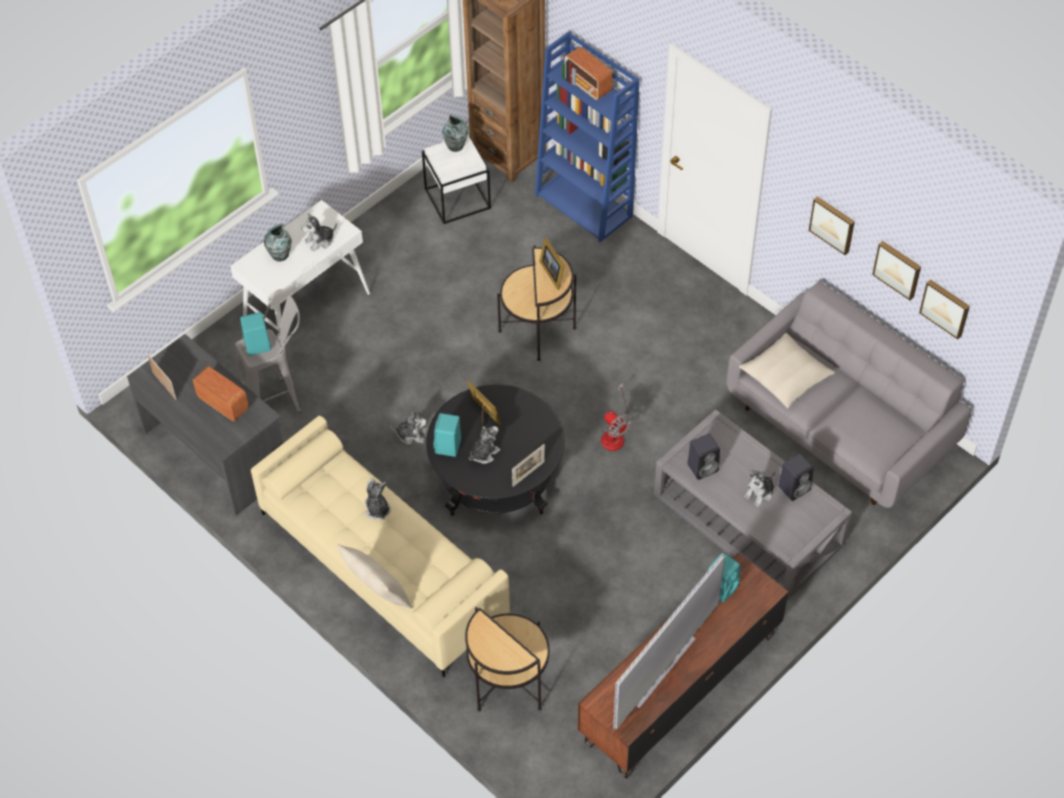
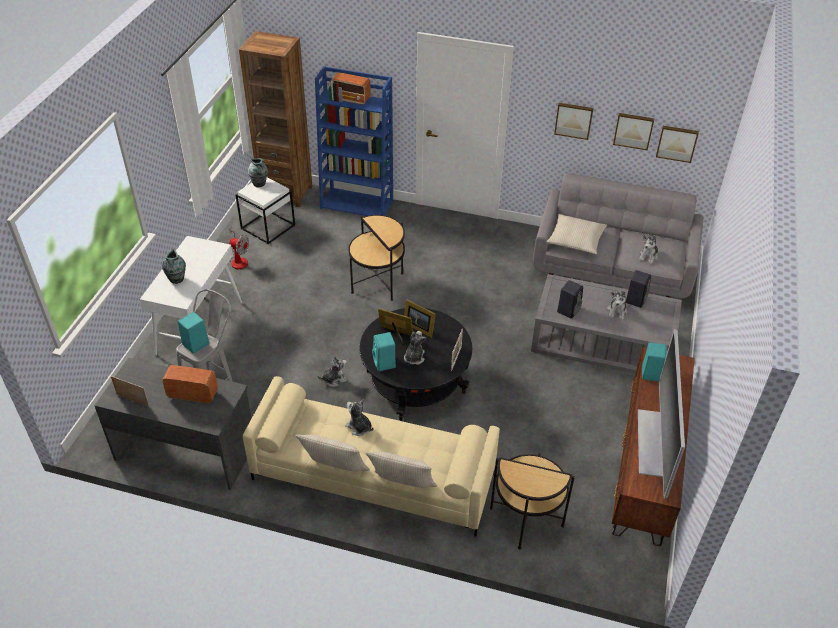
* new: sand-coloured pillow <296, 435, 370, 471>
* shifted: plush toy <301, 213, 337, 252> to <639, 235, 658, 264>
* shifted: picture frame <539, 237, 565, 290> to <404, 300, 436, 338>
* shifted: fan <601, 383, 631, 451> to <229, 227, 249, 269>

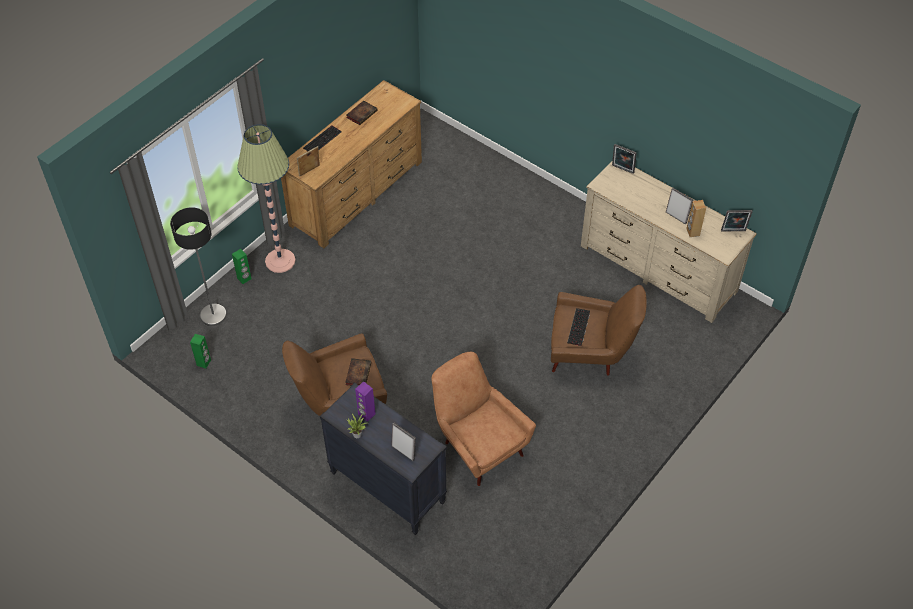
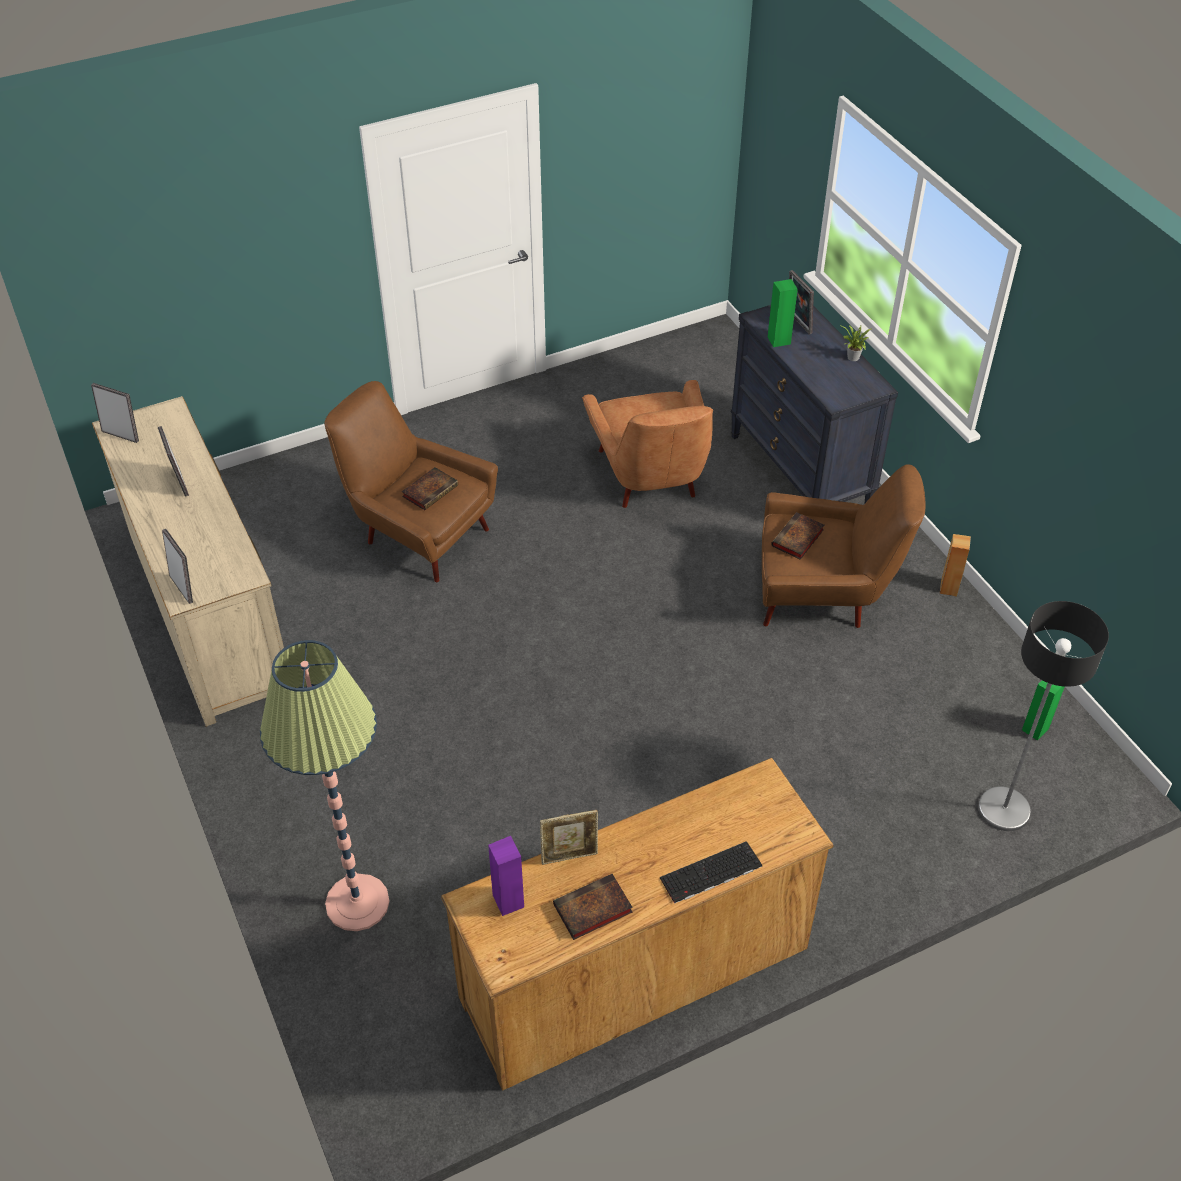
* shifted: green-coloured loudspeaker <232, 249, 252, 284> to <768, 279, 798, 347>
* shifted: standard lamp <237, 124, 295, 273> to <260, 640, 389, 931>
* shifted: picture frame <297, 146, 320, 177> to <540, 810, 598, 865>
* shifted: purple-coloured loudspeaker <355, 381, 376, 422> to <488, 836, 524, 916>
* shifted: brown-coloured loudspeaker <686, 200, 706, 237> to <940, 534, 971, 596>
* swapped: computer keyboard <567, 308, 590, 346> to volume <402, 467, 458, 510>

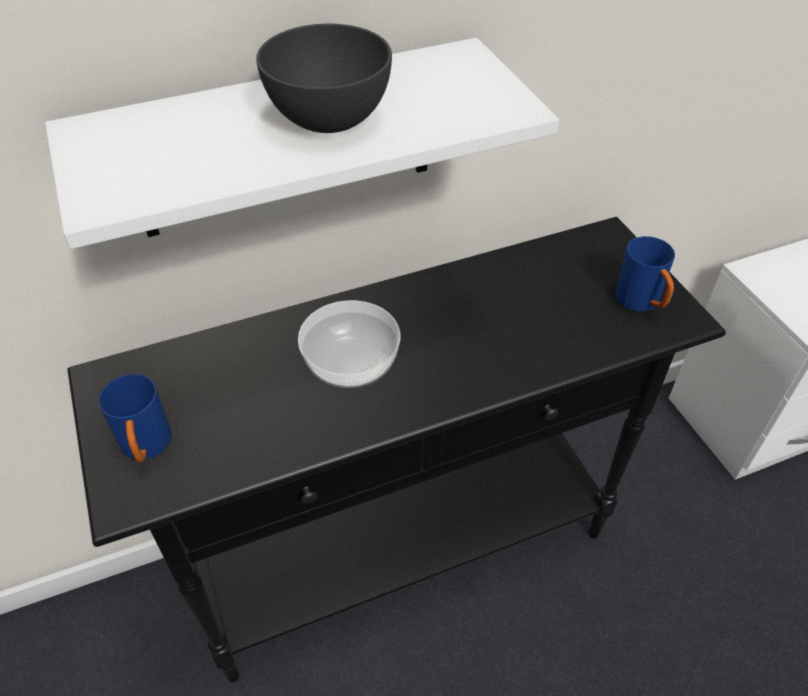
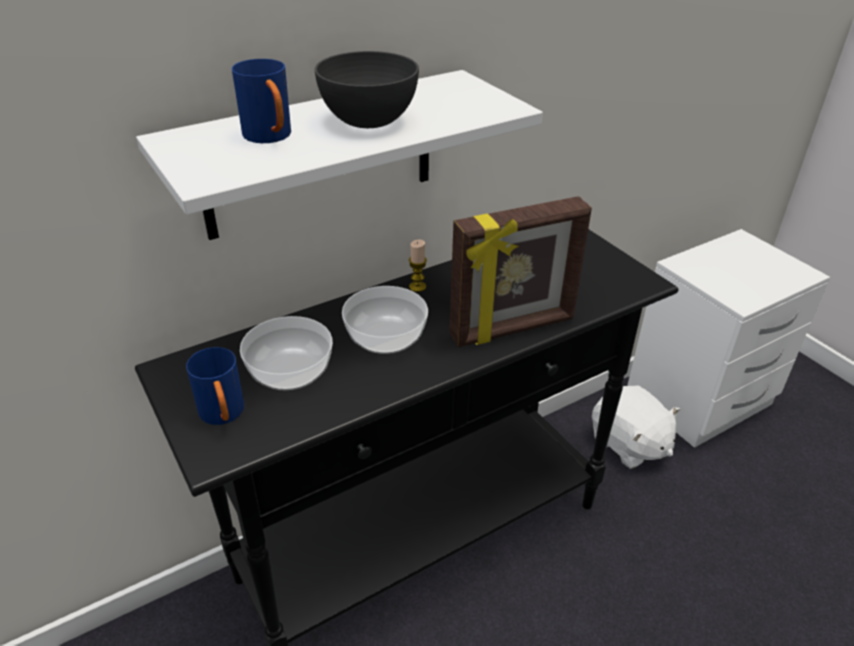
* new: deep dish <240, 316, 333, 390>
* new: wax light <409, 240, 427, 292>
* new: picture frame <449, 196, 592, 347>
* new: white plush toy <592, 386, 680, 469>
* shifted: blue coffee mug <615, 236, 675, 311> to <232, 59, 291, 143>

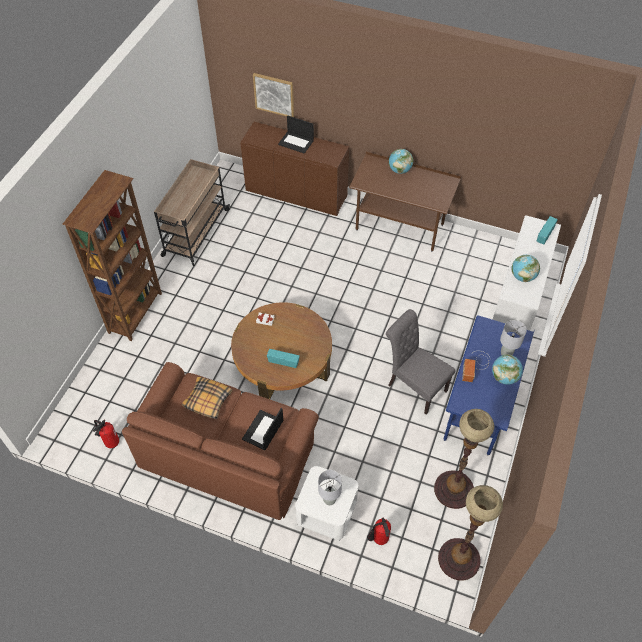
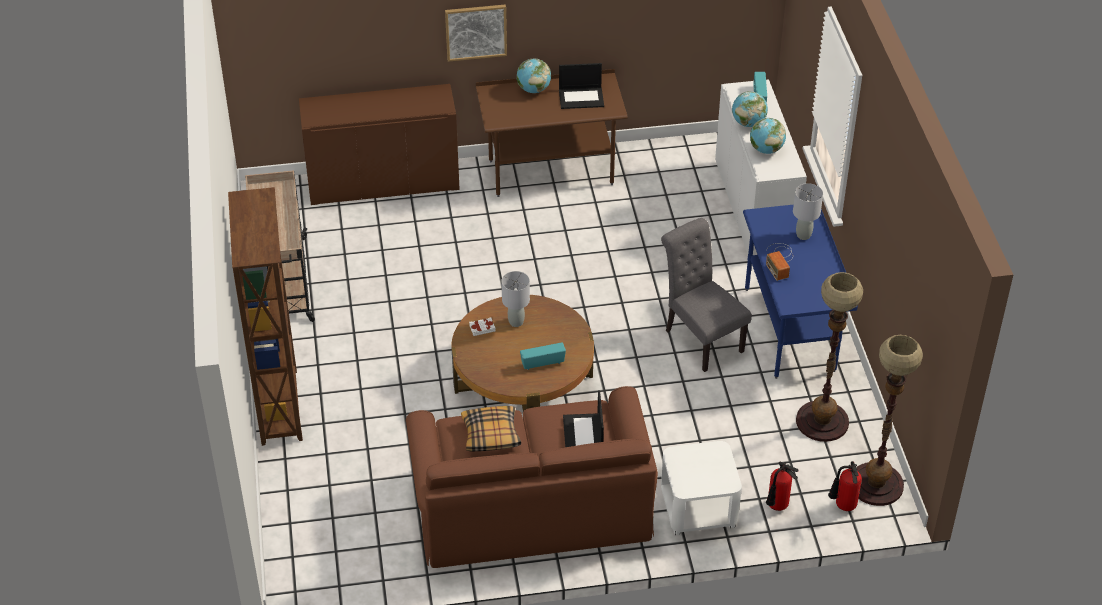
* shifted: fire extinguisher <93, 420, 119, 448> to <828, 461, 862, 511>
* shifted: wall art <253, 73, 294, 117> to <445, 5, 507, 62>
* shifted: laptop <278, 115, 314, 154> to <559, 63, 604, 109>
* shifted: grey table lamp <318, 470, 342, 505> to <501, 271, 530, 327>
* shifted: desk globe <492, 354, 523, 385> to <732, 91, 768, 127>
* rotated: grey chair <386, 309, 455, 415> = <661, 218, 752, 372> 45 degrees clockwise

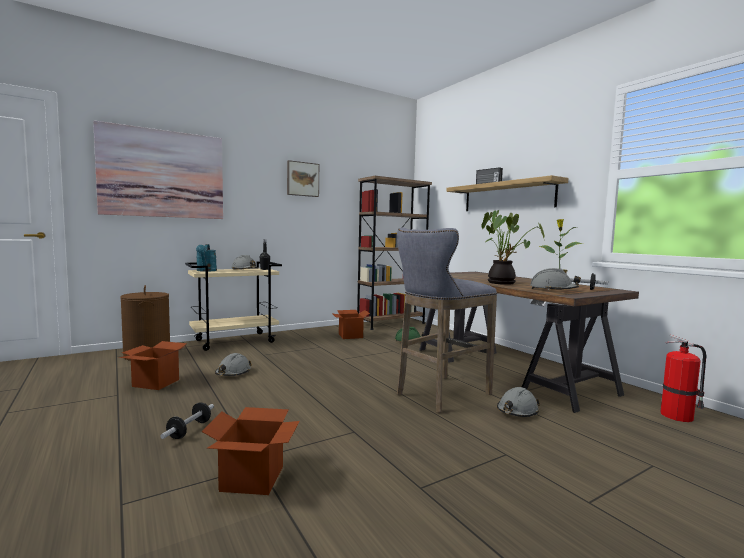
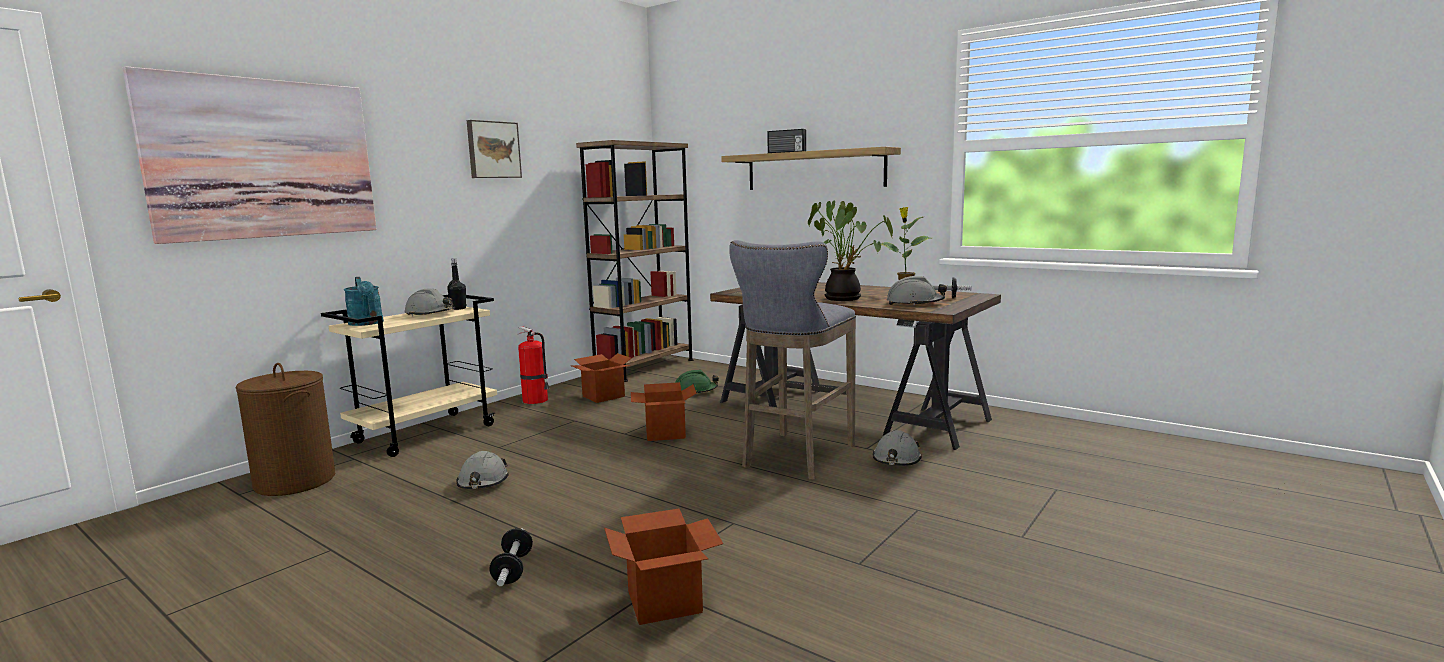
* shifted: carton <119, 341, 187, 390> to <631, 382, 697, 441>
* shifted: fire extinguisher <660, 335, 706, 422> to <517, 326, 549, 404>

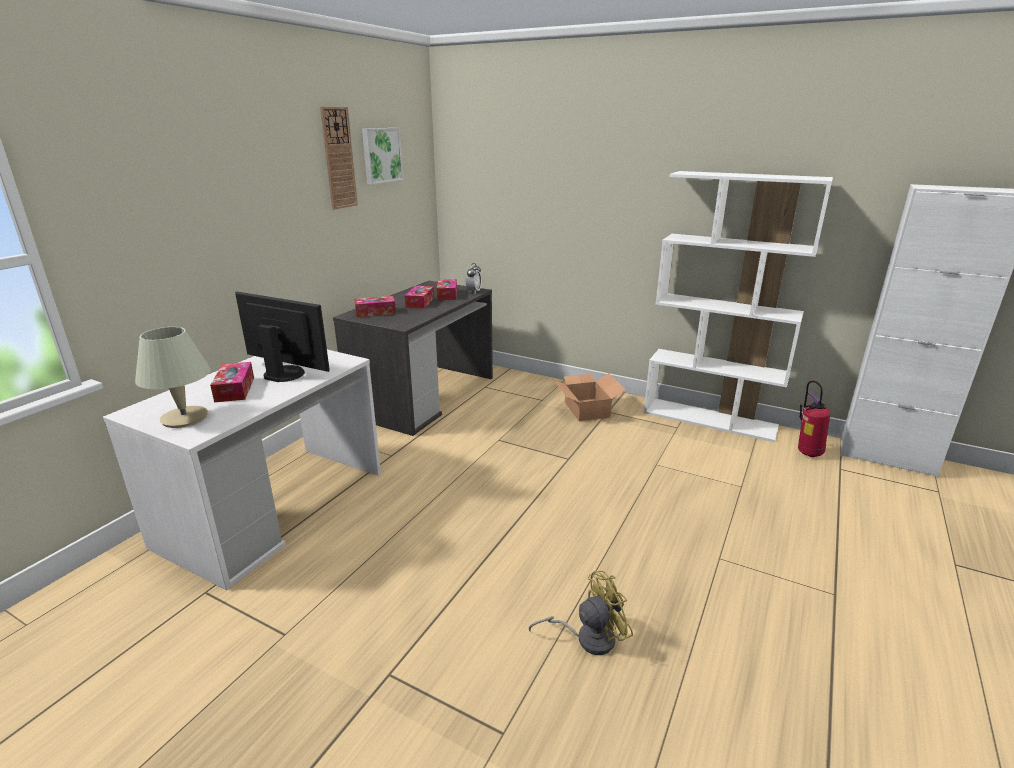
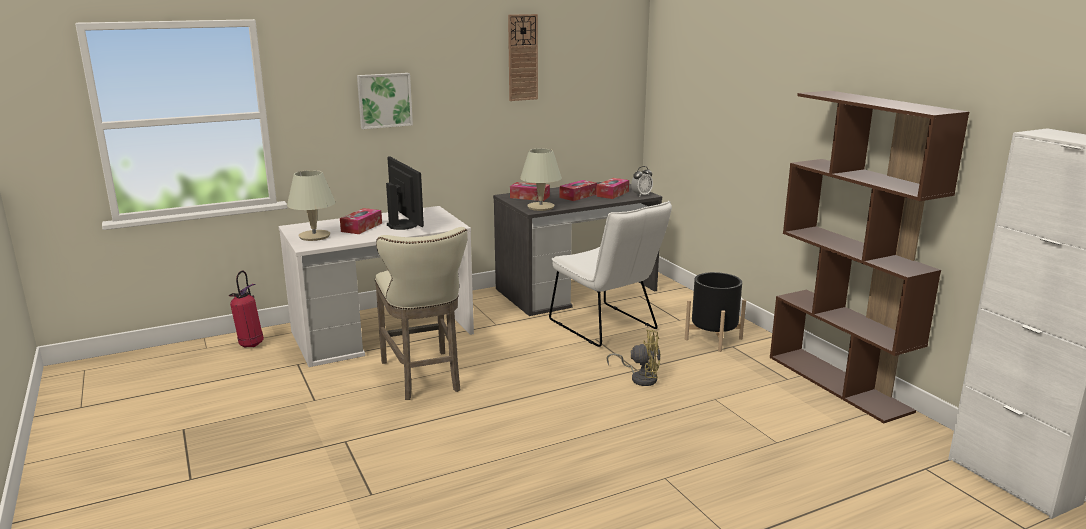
* new: sand-coloured stool seat <375, 227, 468, 400>
* new: sand-coloured table lamp <520, 148, 562, 211>
* new: white chair <549, 201, 672, 347>
* shifted: wall art <362, 128, 403, 184> to <357, 73, 413, 129>
* shifted: yellow-coloured fan <529, 571, 633, 655> to <607, 329, 661, 386>
* shifted: fire extinguisher <798, 380, 830, 457> to <229, 270, 264, 348>
* swapped: carton <553, 373, 626, 421> to black-coloured planter <685, 272, 746, 352>
* repainted: white shelving unit <644, 171, 833, 442> to brown-coloured shelving unit <770, 91, 969, 423>

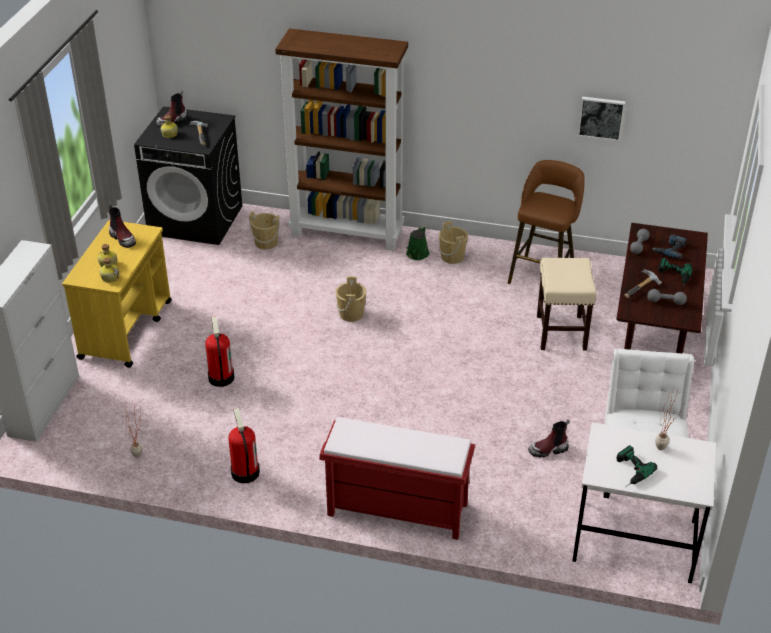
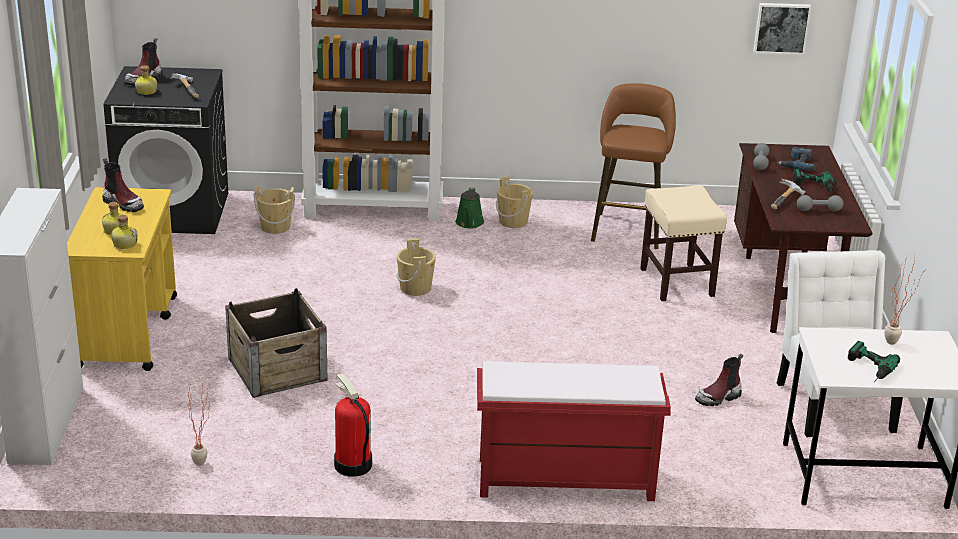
* shifted: wall art <578, 96, 625, 141> to <753, 3, 811, 55>
* swapped: fire extinguisher <205, 316, 235, 387> to shipping crate <225, 288, 328, 398>

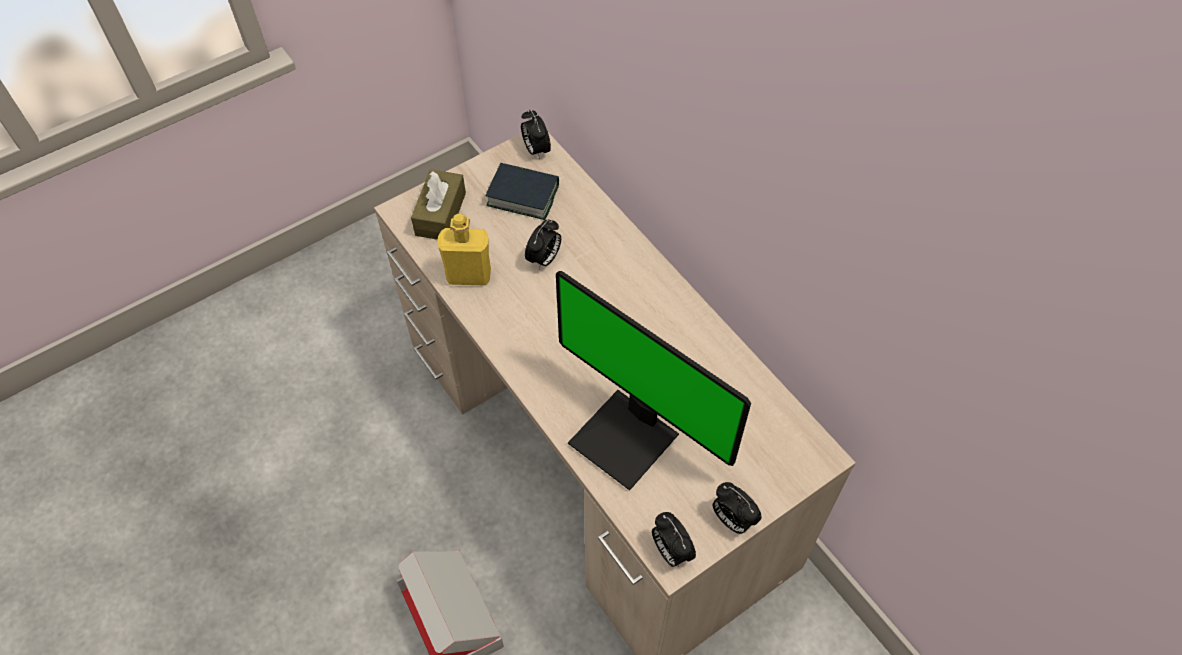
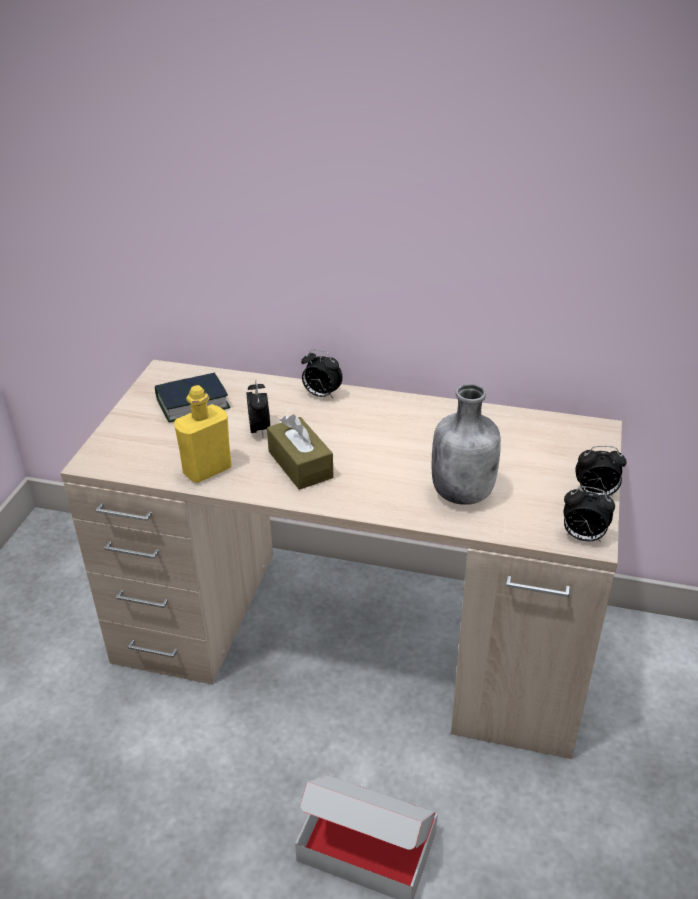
* shifted: brown-coloured box of tissues <411, 169, 466, 240> to <267, 415, 333, 490>
* shifted: alarm clock <521, 109, 551, 160> to <301, 349, 343, 398>
* swapped: computer display <556, 271, 751, 490> to grey drink bottle <432, 384, 501, 505>

